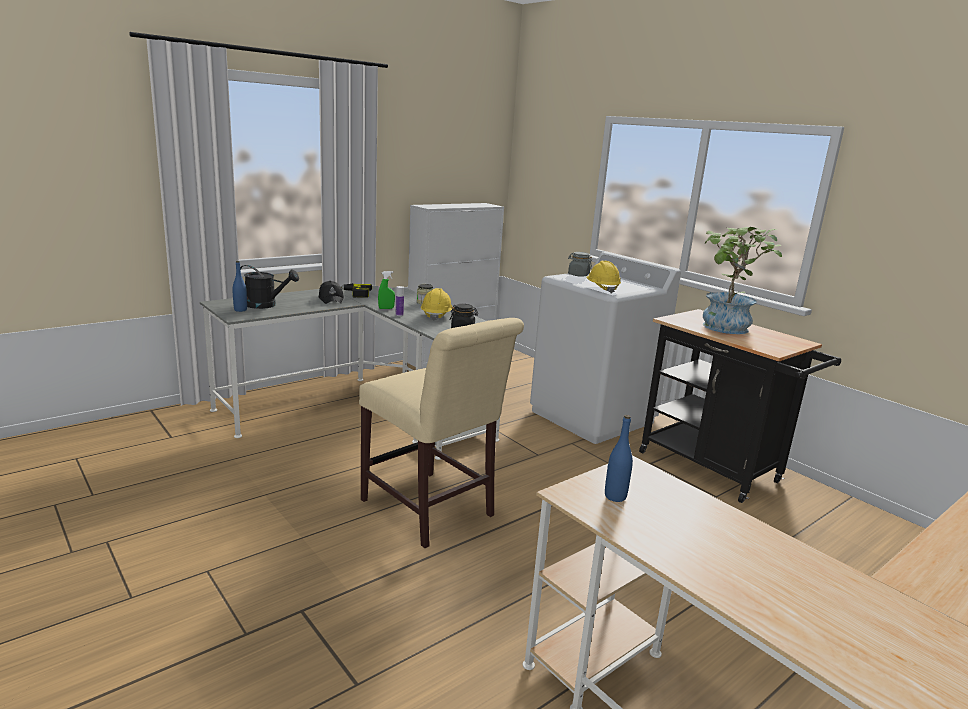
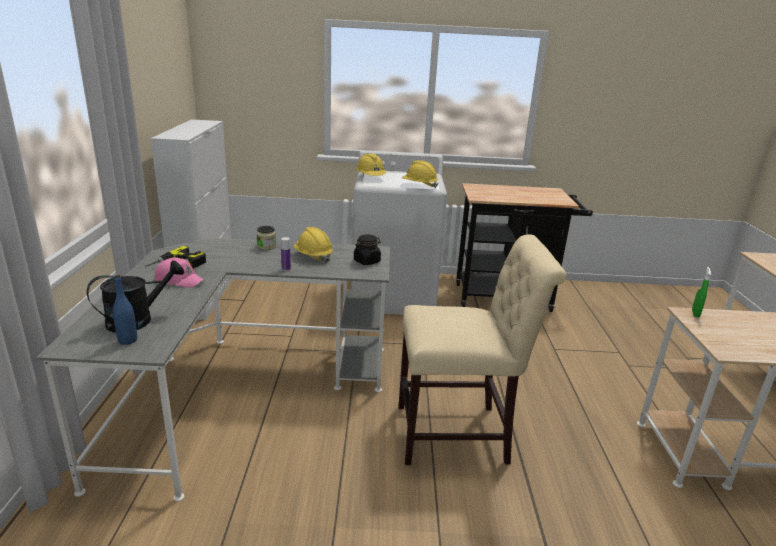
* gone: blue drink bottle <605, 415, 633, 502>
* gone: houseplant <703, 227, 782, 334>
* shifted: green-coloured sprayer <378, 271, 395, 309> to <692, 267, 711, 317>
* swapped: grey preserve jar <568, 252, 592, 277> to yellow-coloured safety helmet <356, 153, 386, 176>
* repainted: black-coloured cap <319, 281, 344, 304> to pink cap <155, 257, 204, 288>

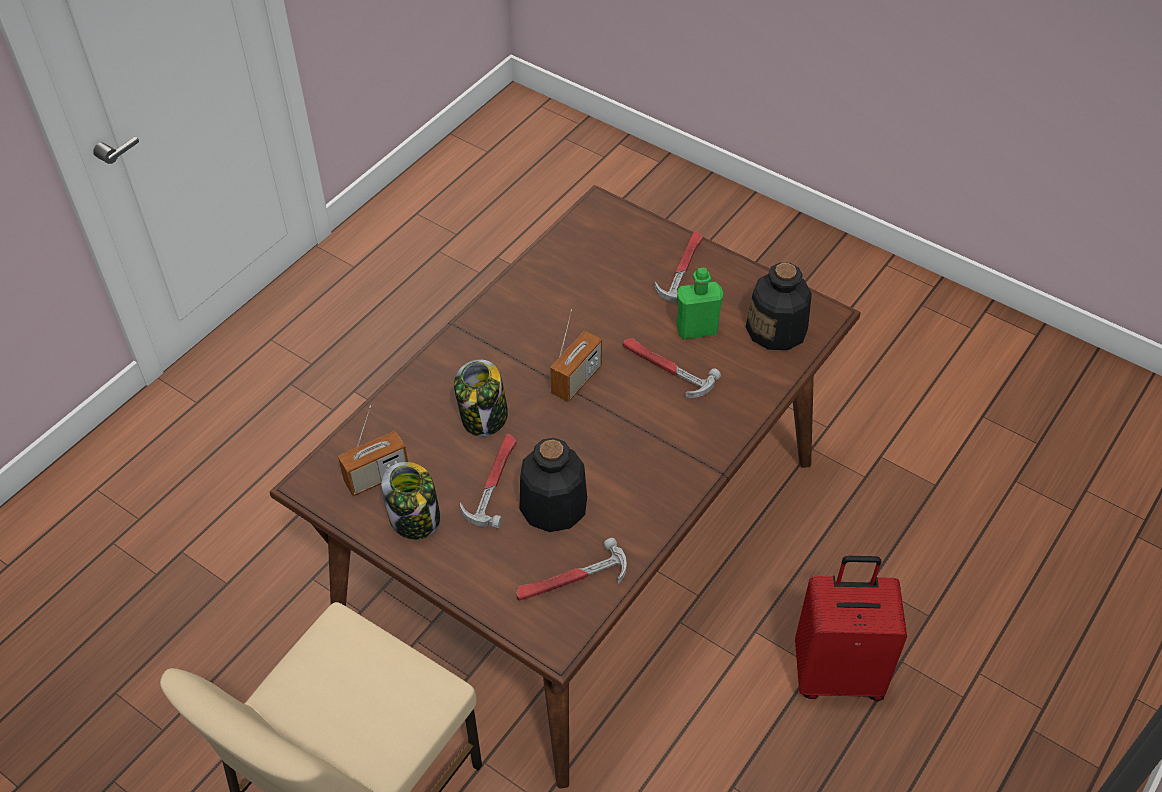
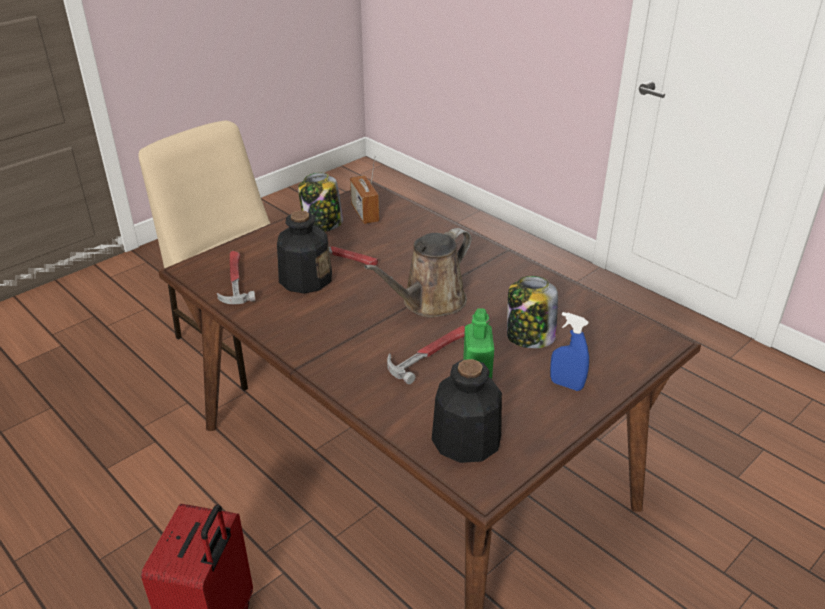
* shifted: preserve jar <454, 359, 508, 437> to <507, 276, 558, 348>
* swapped: radio set <550, 309, 602, 402> to brown-coloured sprinkling can <364, 228, 471, 318>
* swapped: hammer <655, 231, 703, 303> to blue sprayer <550, 312, 589, 391>

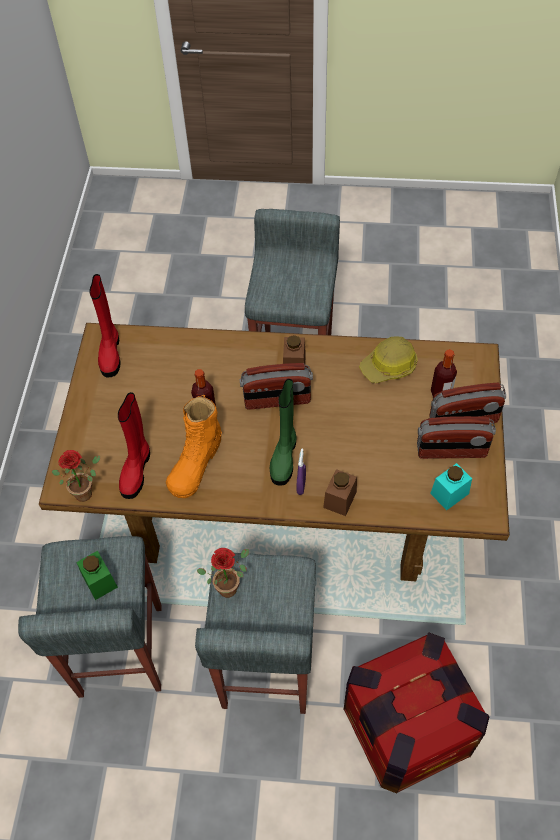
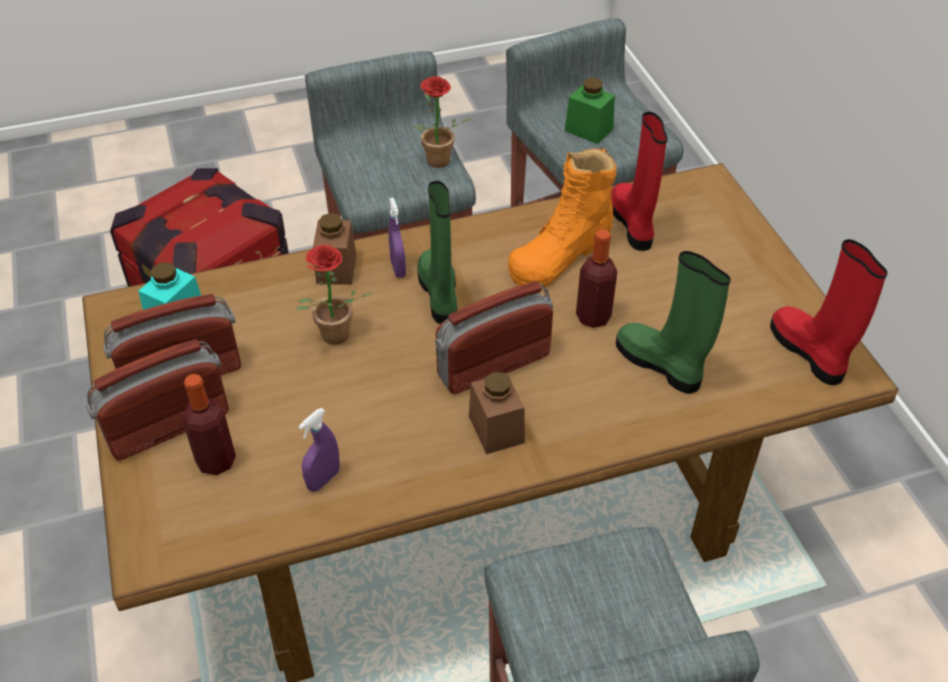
* new: green-coloured boot <616, 251, 731, 394>
* shifted: houseplant <51, 450, 100, 502> to <296, 245, 373, 345>
* swapped: safety helmet <359, 337, 417, 383> to purple-coloured sprayer <299, 408, 340, 492>
* rotated: orange boot <166, 395, 222, 498> = <508, 148, 616, 287> 135 degrees counterclockwise

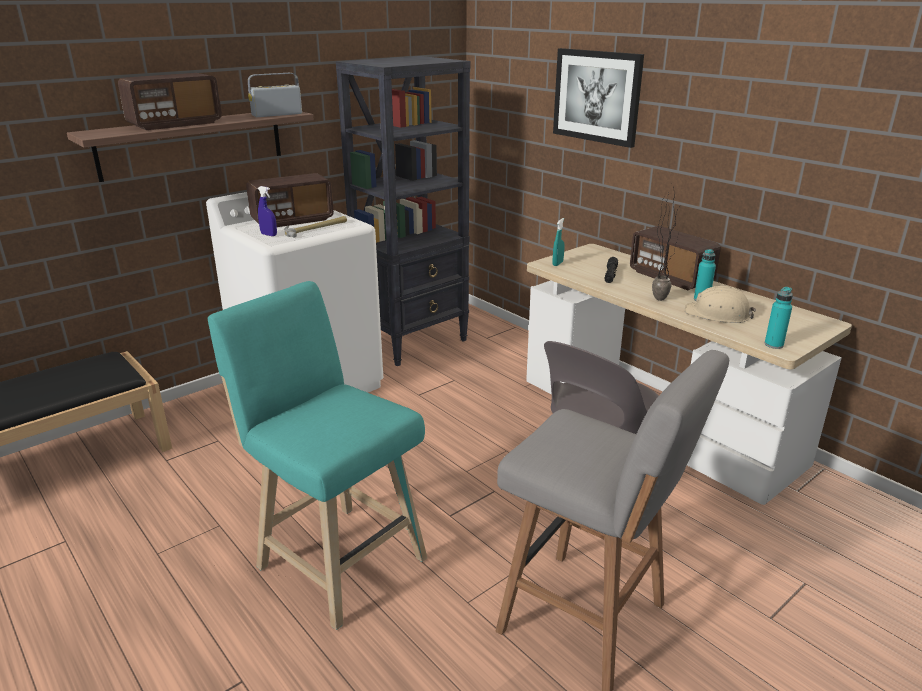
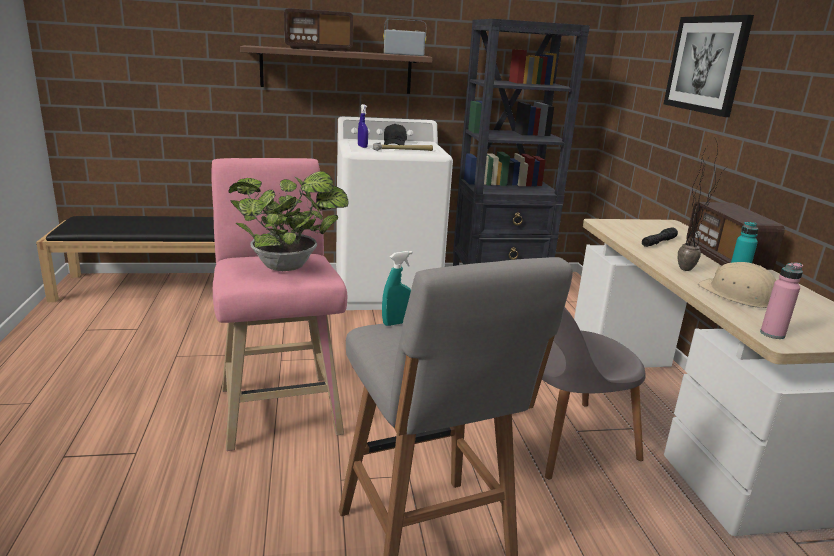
* new: houseplant <229, 171, 348, 271>
* shifted: turquoise sprayer <553, 218, 565, 266> to <382, 251, 412, 326>
* swapped: radio set <246, 173, 334, 227> to black-coloured cap <384, 124, 407, 145>
* repainted: turquoise stool seat <208, 281, 428, 630> to pink stool seat <211, 158, 347, 451>
* repainted: turquoise drink bottle <765, 287, 793, 349> to pink drink bottle <760, 263, 803, 339>

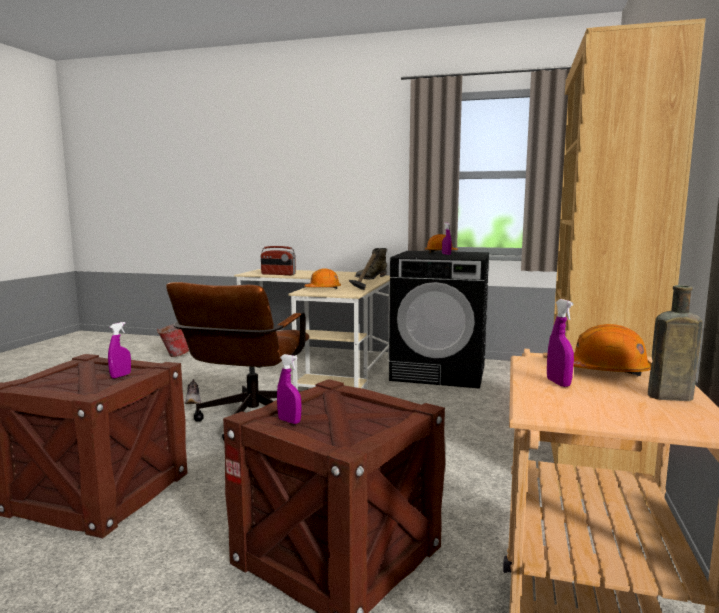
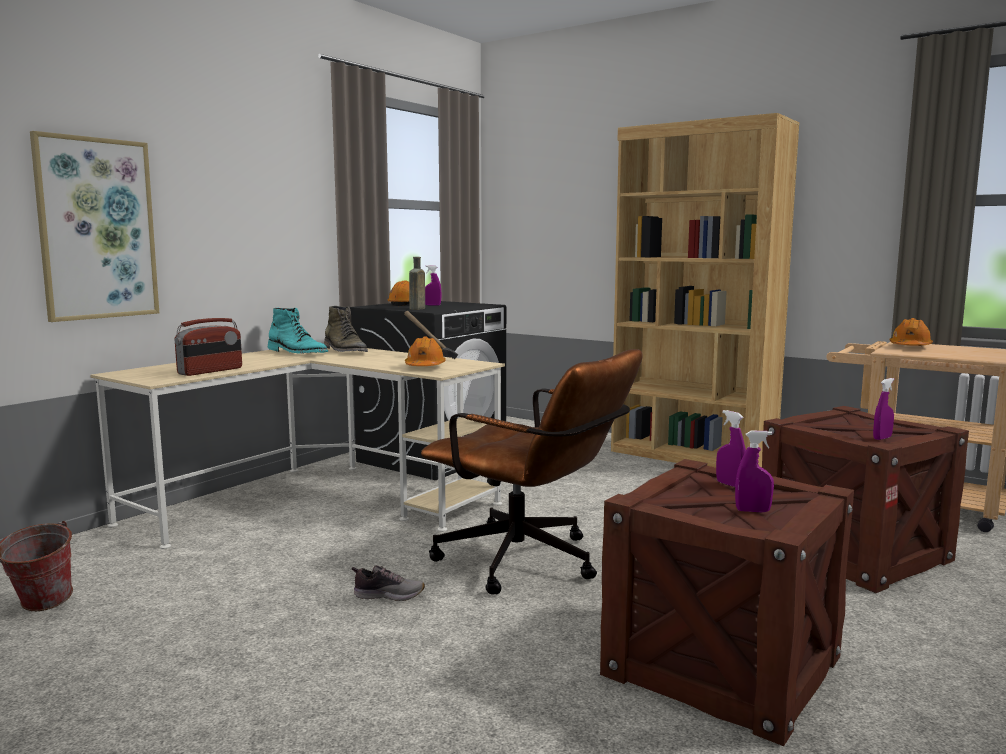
* new: wall art <30, 131, 159, 322>
* new: turquoise boot <268, 308, 328, 354>
* shifted: purple-coloured sprayer <547, 299, 574, 387> to <735, 431, 774, 512>
* shifted: brown-coloured drink bottle <648, 285, 702, 401> to <409, 257, 425, 310>

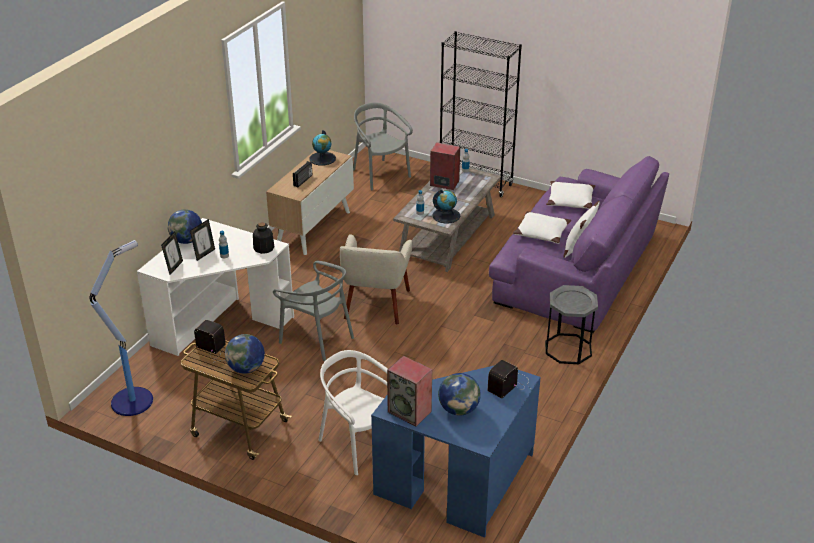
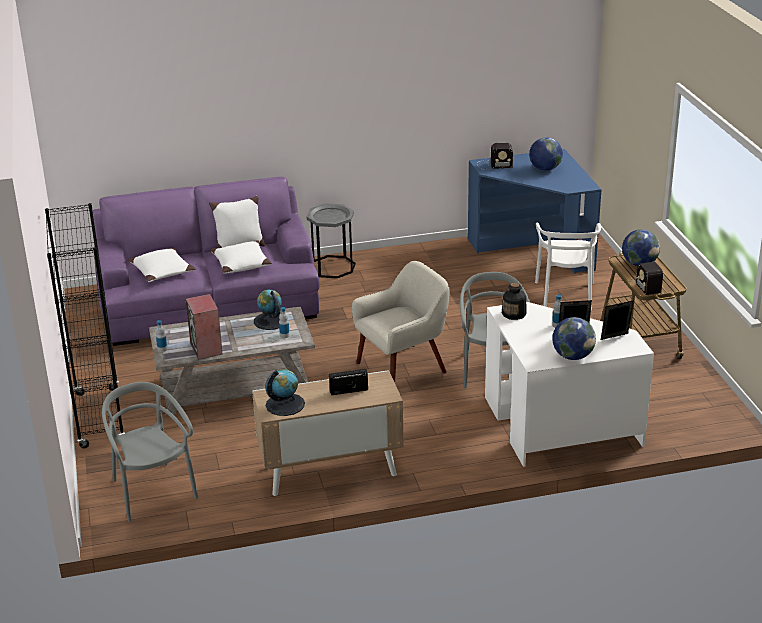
* gone: standard lamp <90, 240, 153, 416>
* gone: loudspeaker <387, 356, 432, 426>
* rotated: grey chair <353, 102, 413, 190> = <102, 382, 198, 522> 135 degrees clockwise

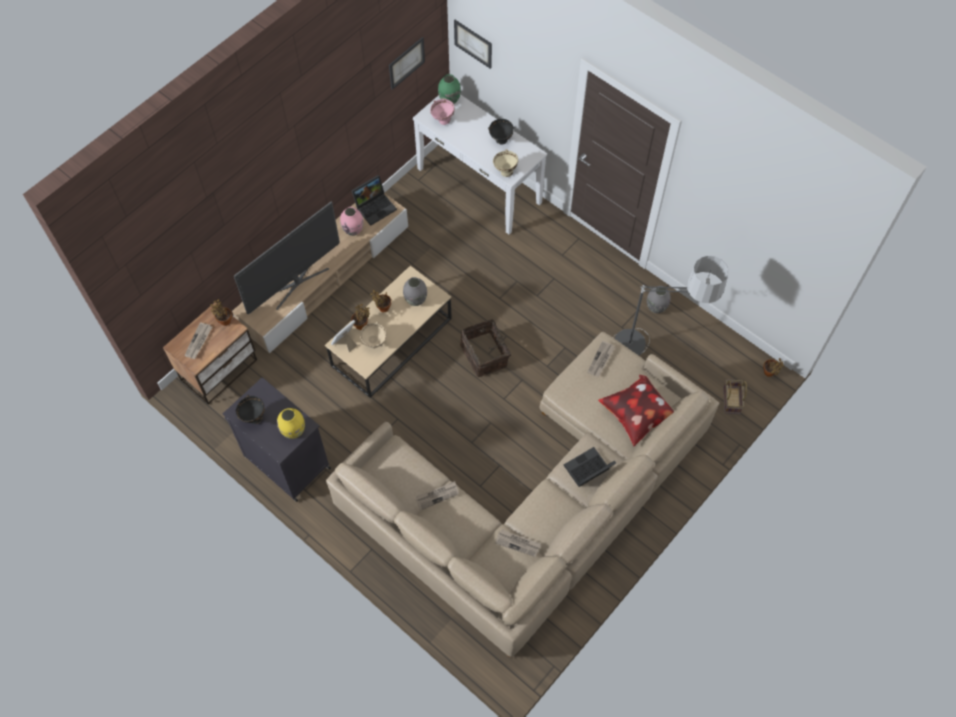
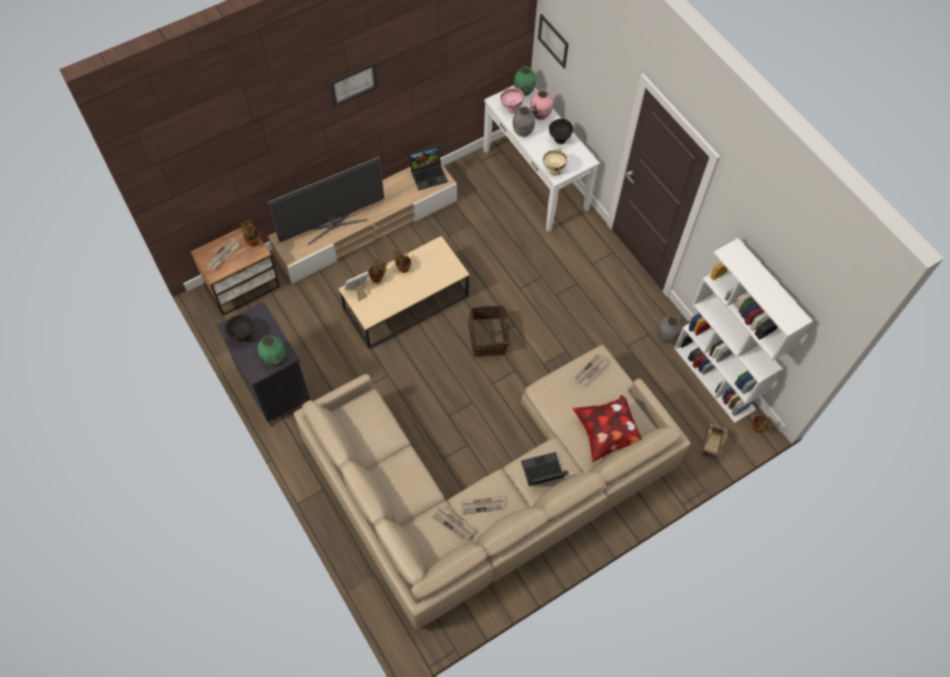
* gone: sand-coloured deep dish <360, 322, 387, 349>
* gone: standard lamp <613, 256, 728, 355>
* new: white shelving unit <674, 238, 812, 423>
* shifted: pink vase <340, 207, 364, 236> to <530, 89, 553, 120>
* shifted: wall art <389, 37, 425, 90> to <330, 62, 378, 108>
* shifted: grey vase <403, 277, 427, 306> to <513, 107, 535, 137>
* shifted: daily paper <416, 481, 459, 511> to <460, 496, 504, 515>
* repainted: yellow-coloured vase <277, 408, 305, 439> to green-coloured vase <258, 335, 285, 365>

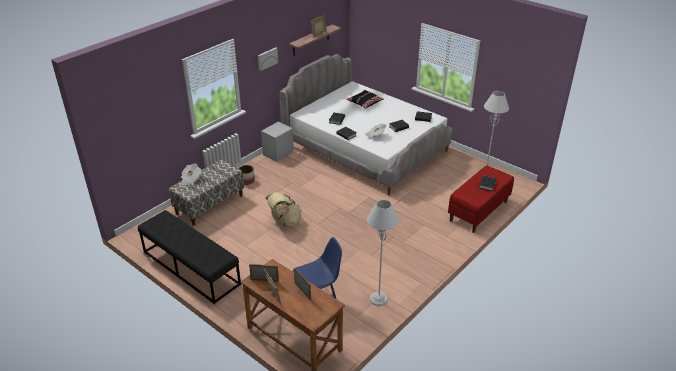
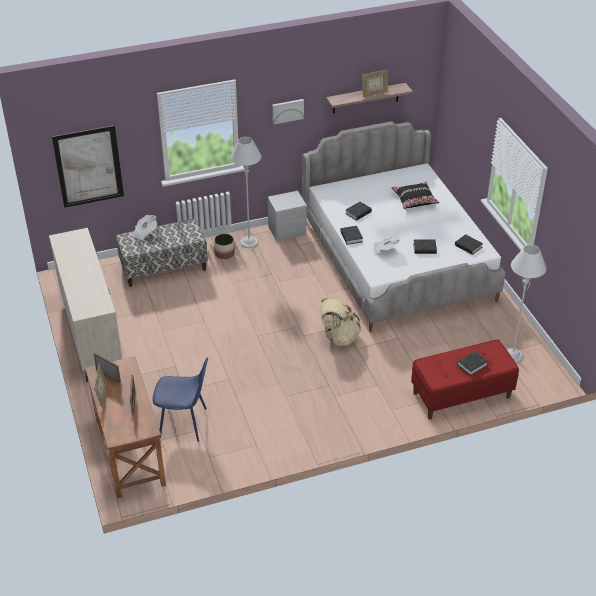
* new: wall art <52, 125, 124, 208>
* shifted: sand-coloured knapsack <265, 192, 302, 227> to <320, 297, 361, 346>
* shifted: grey standard lamp <367, 200, 399, 306> to <230, 137, 261, 248>
* swapped: black-coloured bench <138, 210, 241, 304> to sand-coloured drawer chest <49, 228, 123, 382>

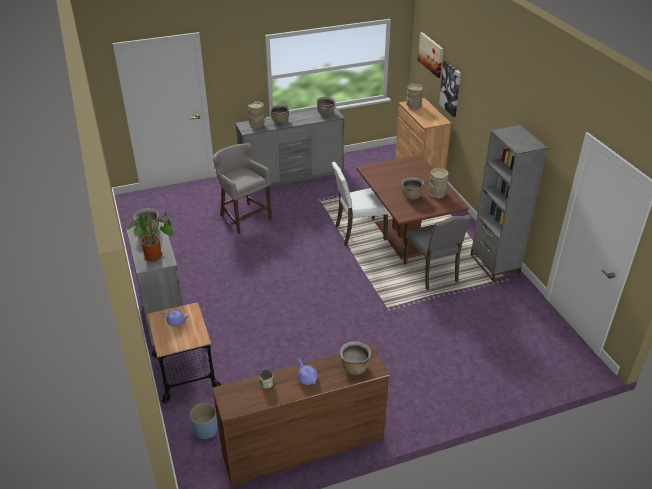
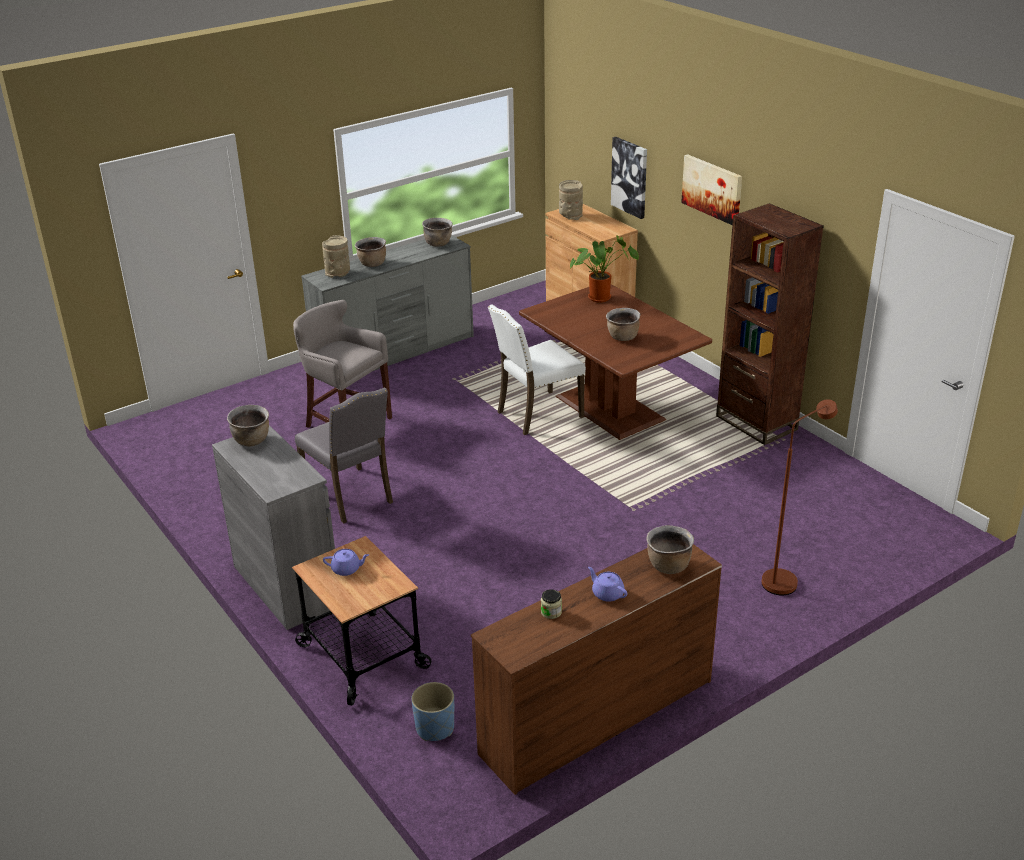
* gone: sand-coloured vase <429, 168, 449, 199>
* new: brown-coloured standard lamp <761, 399, 838, 595>
* shifted: houseplant <123, 211, 174, 261> to <570, 235, 639, 303>
* shifted: grey chair <404, 215, 472, 290> to <295, 387, 393, 524>
* shifted: wall art <418, 32, 443, 78> to <681, 154, 742, 225>
* repainted: grey shelving unit <471, 125, 548, 281> to brown-coloured shelving unit <716, 203, 824, 445>

